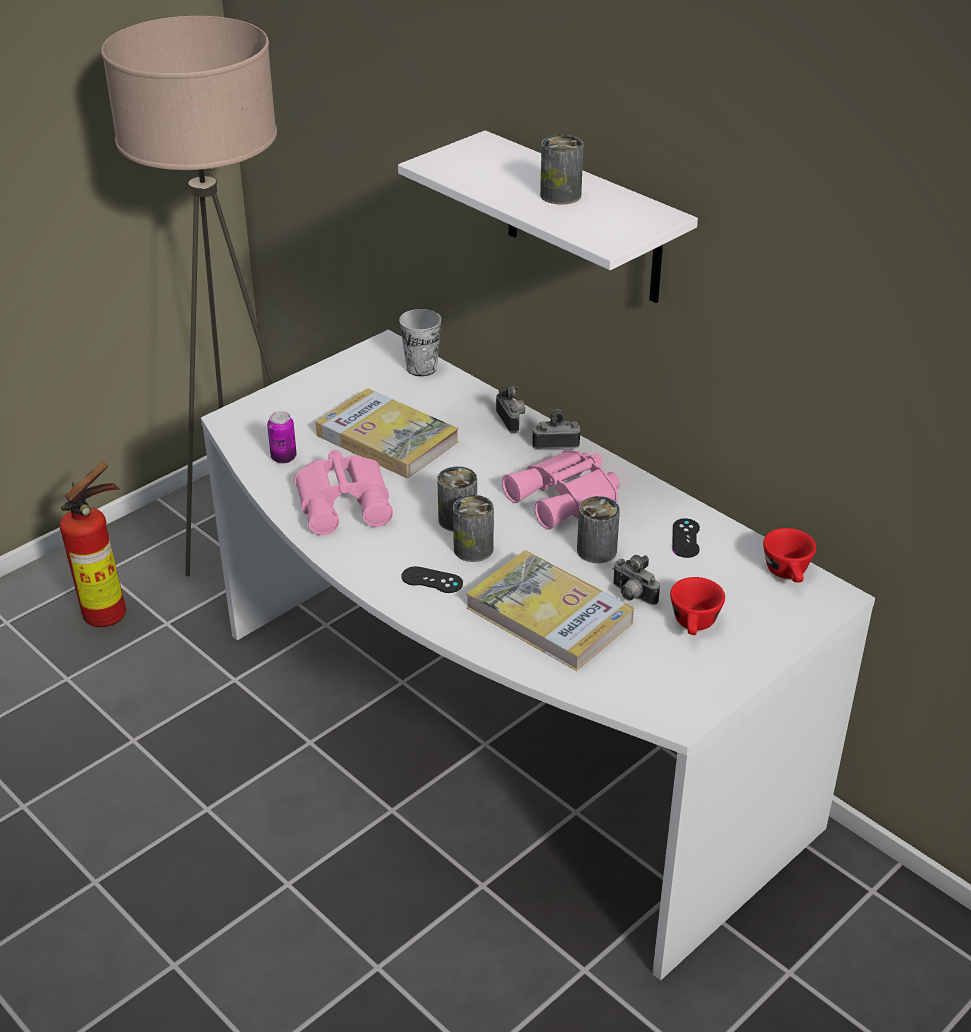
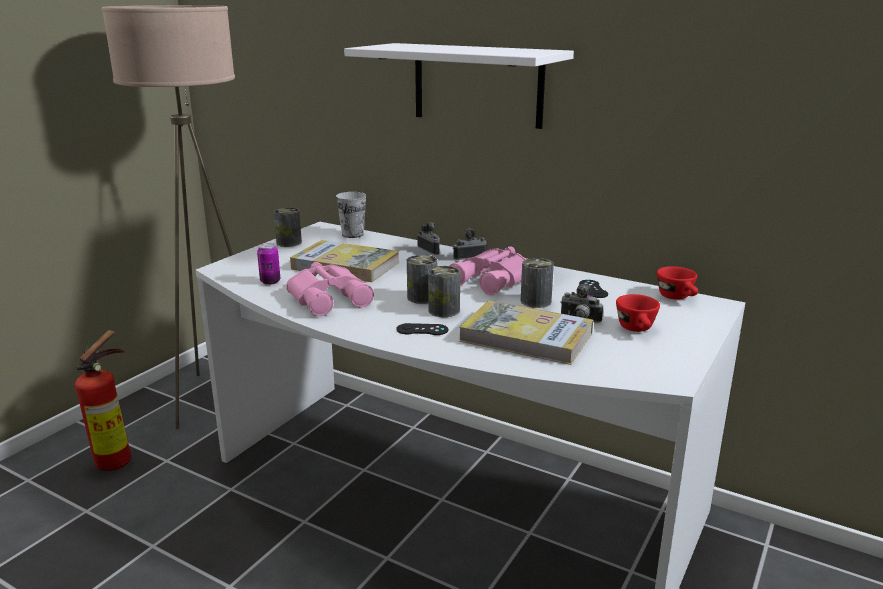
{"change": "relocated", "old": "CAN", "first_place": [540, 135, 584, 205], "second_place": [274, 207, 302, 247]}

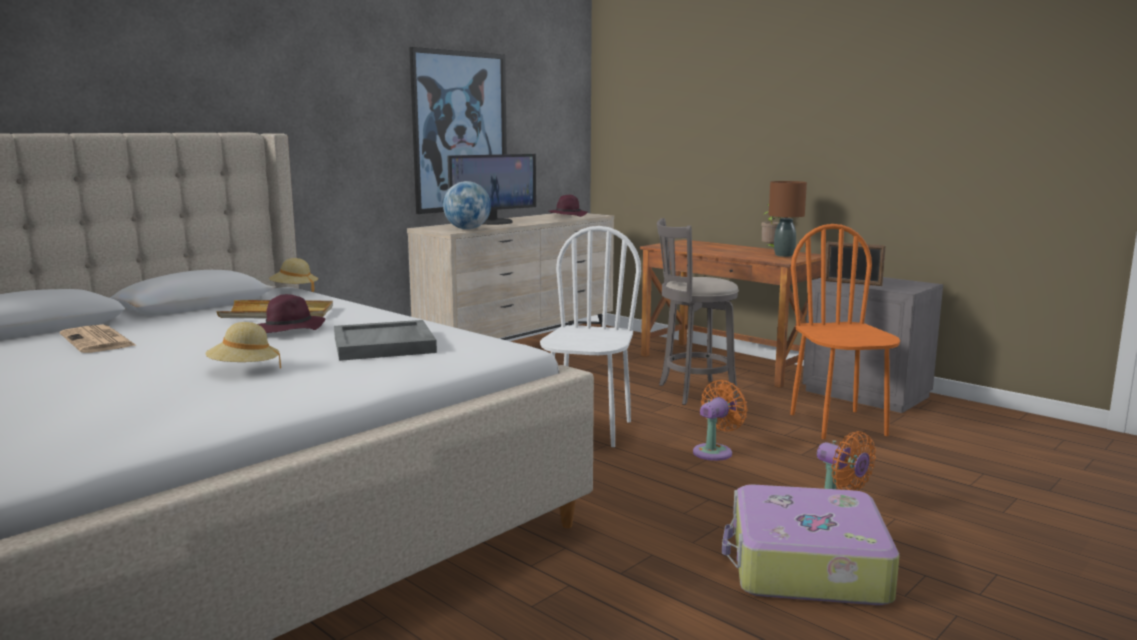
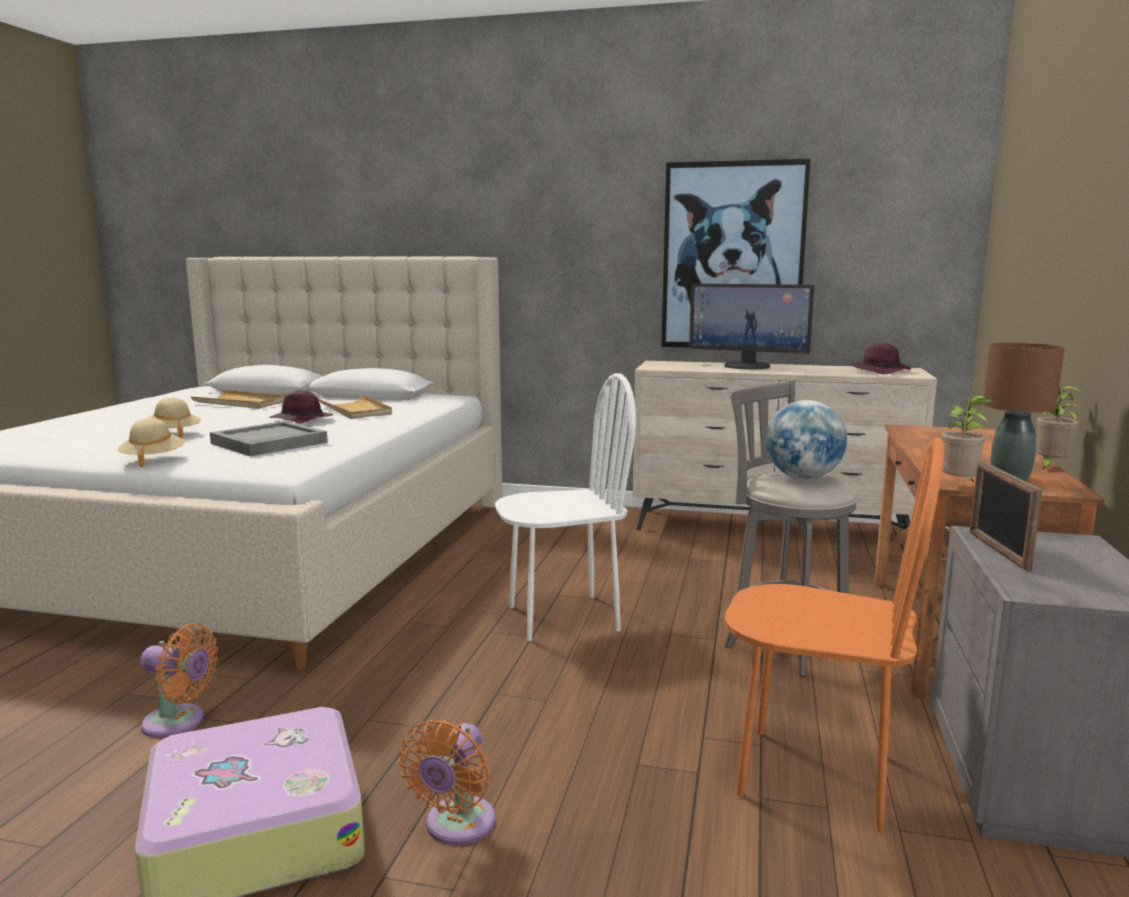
{"change": "exchanged", "old": "NEWSPAPER", "new": "BEIGE TRAY", "first_place": [60, 325, 137, 353], "second_place": [191, 390, 285, 409]}
{"change": "relocated", "old": "BEIGE HAT", "first_place": [269, 258, 318, 292], "second_place": [118, 418, 185, 468]}
{"change": "relocated", "old": "GLOBE", "first_place": [443, 181, 491, 230], "second_place": [765, 400, 847, 479]}
{"change": "relocated", "old": "ORANGE FAN", "first_place": [693, 380, 748, 461], "second_place": [140, 623, 218, 738]}
{"change": "spun", "old": "ORANGE CHAIR", "first_place": [790, 224, 900, 439], "second_place": [725, 438, 944, 833], "degrees": 60}
{"change": "appeared", "new": "POTTED PLANT", "second_place": [941, 396, 994, 482]}

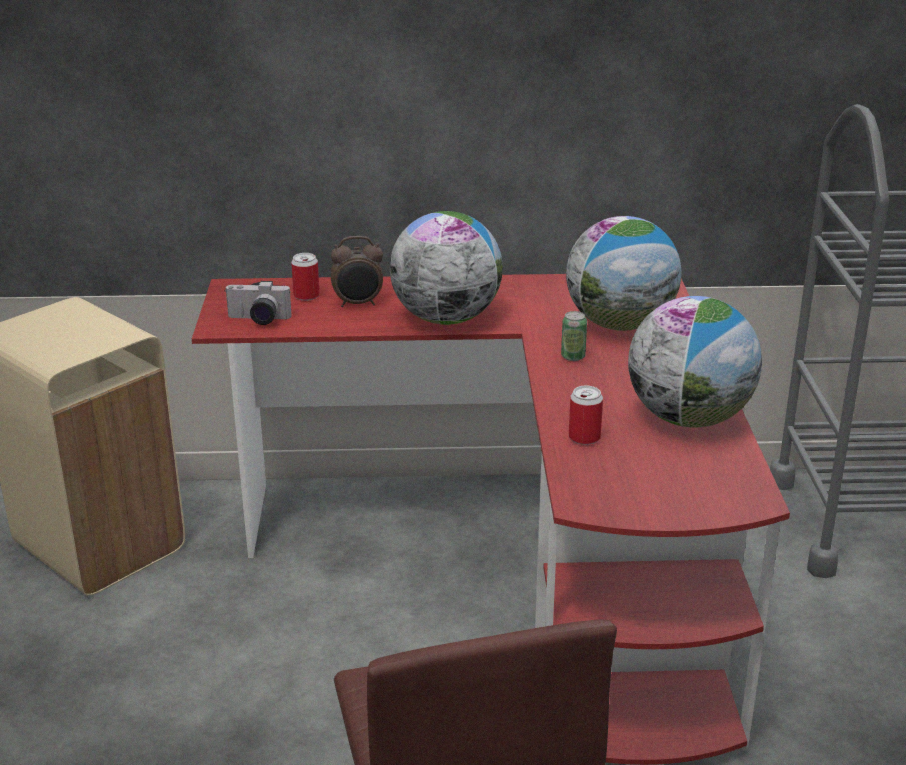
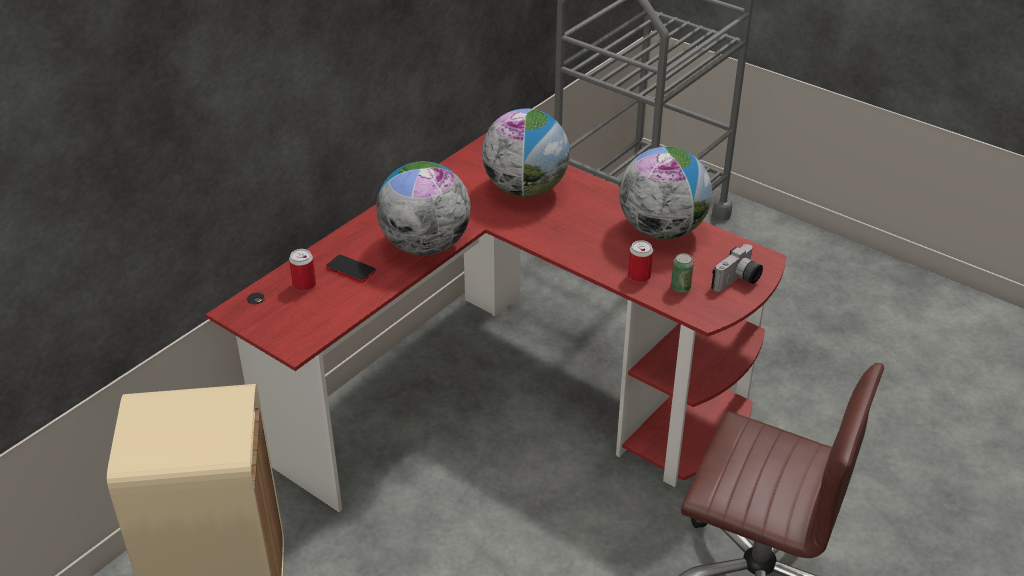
{"change": "relocated", "old": "PHOTO CAMERA", "first_place": [225, 281, 292, 325], "second_place": [711, 244, 763, 292]}
{"change": "exchanged", "old": "ALARM CLOCK", "new": "PHONE", "first_place": [331, 236, 383, 307], "second_place": [326, 255, 376, 282]}
{"change": "relocated", "old": "CAN", "first_place": [561, 311, 587, 361], "second_place": [671, 253, 694, 293]}

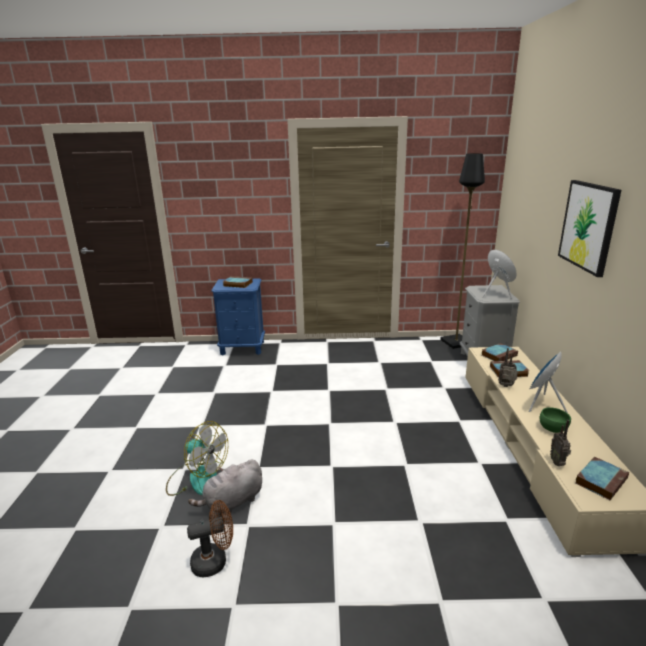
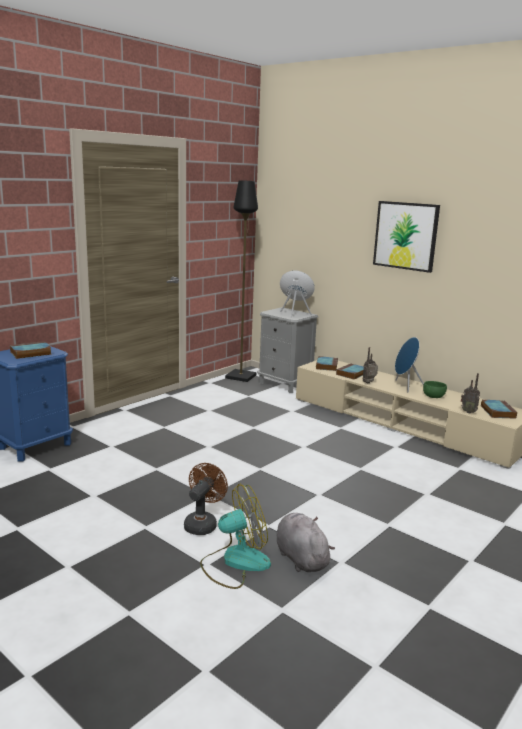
{"change": "relocated", "old": "BROWN FAN", "first_place": [187, 500, 233, 578], "second_place": [184, 463, 228, 535]}
{"change": "spun", "old": "GREY PLUSH TOY", "first_place": [188, 459, 262, 515], "second_place": [276, 513, 335, 572], "degrees": 150}

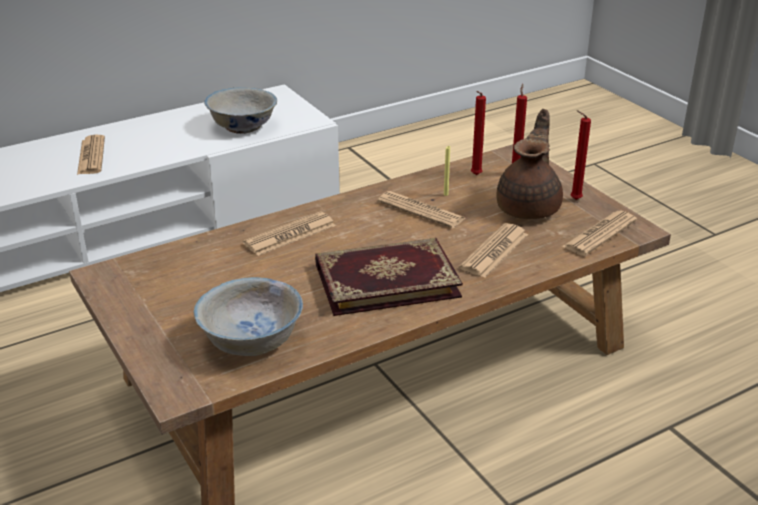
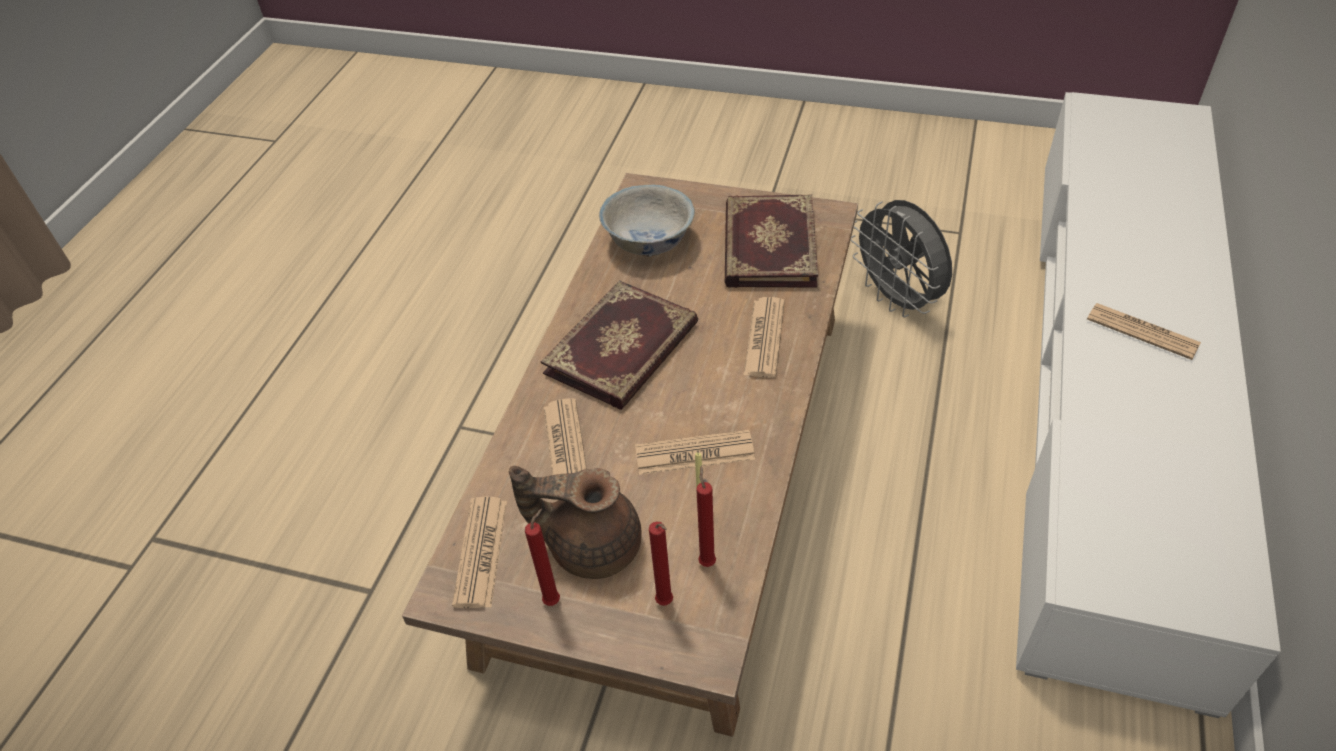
{"change": "missing", "old": "WHITE BOWL", "first_place": [204, 87, 277, 134]}
{"change": "spun", "old": "BROWN TEAPOT", "first_place": [496, 109, 563, 219], "second_place": [509, 466, 642, 579], "degrees": 120}
{"change": "appeared", "new": "BOOK", "second_place": [725, 195, 818, 288]}
{"change": "appeared", "new": "GREY FAN", "second_place": [851, 200, 952, 318]}

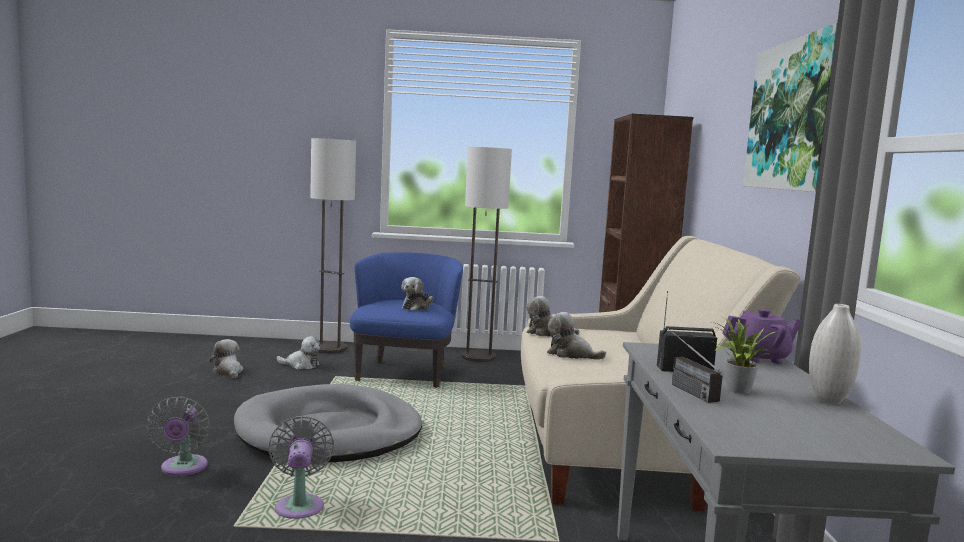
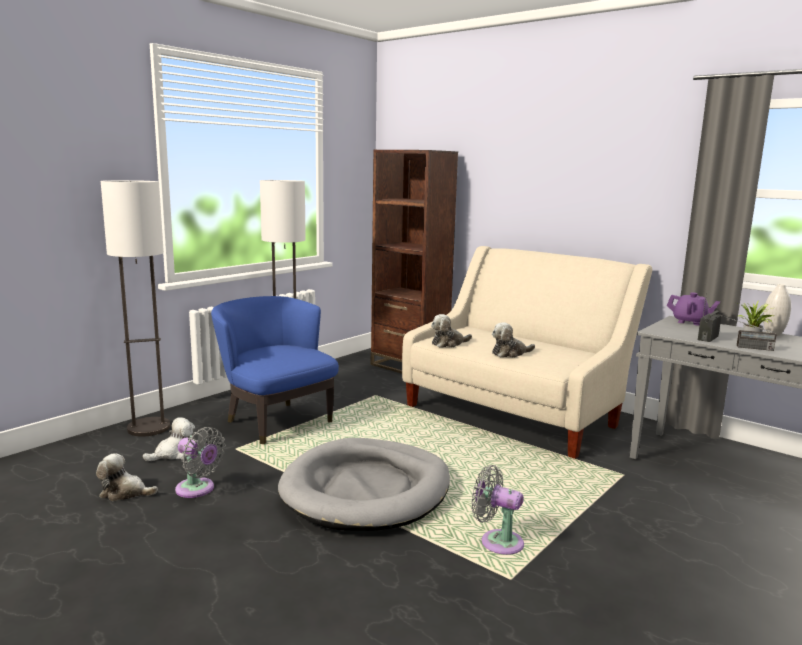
{"change": "relocated", "old": "GREY FAN", "first_place": [146, 397, 210, 476], "second_place": [175, 427, 226, 498]}
{"change": "missing", "old": "PLUSH TOY", "first_place": [401, 277, 433, 311]}
{"change": "spun", "old": "PURPLE TEAPOT", "first_place": [722, 309, 802, 364], "second_place": [667, 292, 720, 326], "degrees": 90}
{"change": "missing", "old": "PICTURE", "first_place": [743, 22, 837, 192]}

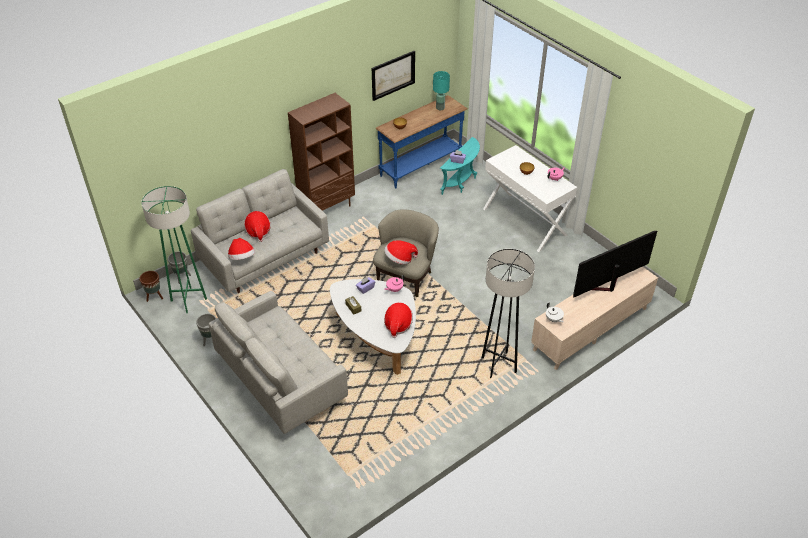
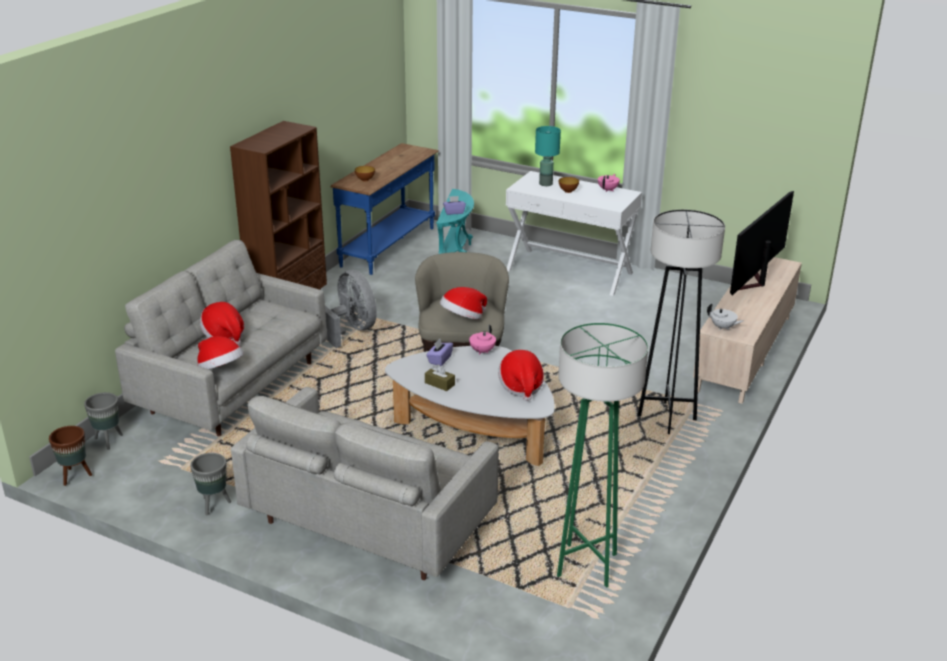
{"change": "relocated", "old": "GREEN FLOOR LAMP", "first_place": [141, 186, 207, 313], "second_place": [557, 323, 648, 588]}
{"change": "missing", "old": "PICTURE", "first_place": [372, 51, 415, 101]}
{"change": "relocated", "old": "TURQUOISE TABLE LAMP", "first_place": [433, 71, 450, 110], "second_place": [535, 126, 561, 186]}
{"change": "appeared", "new": "GREY FAN", "second_place": [325, 270, 377, 348]}

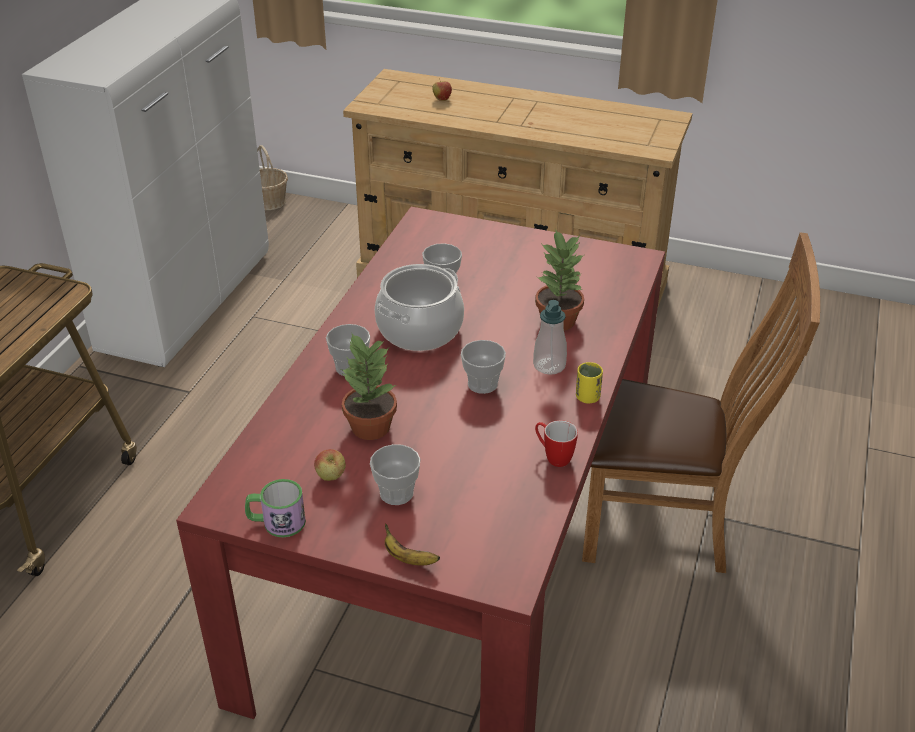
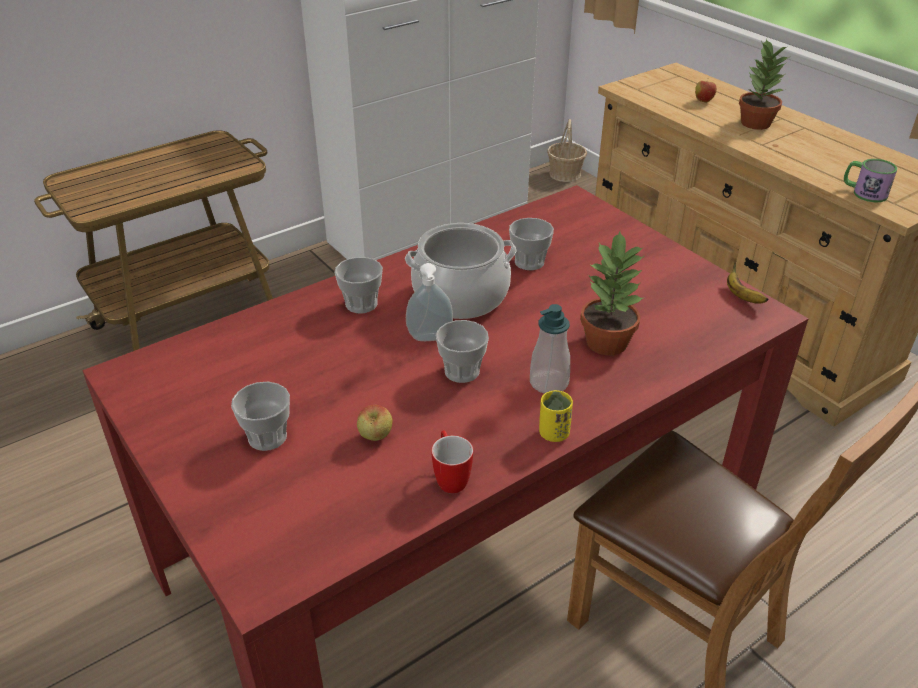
{"change": "relocated", "old": "MUG", "first_place": [245, 479, 306, 537], "second_place": [844, 159, 897, 203]}
{"change": "relocated", "old": "APPLE", "first_place": [314, 449, 346, 481], "second_place": [357, 405, 392, 441]}
{"change": "relocated", "old": "POTTED PLANT", "first_place": [341, 334, 397, 440], "second_place": [739, 39, 789, 130]}
{"change": "relocated", "old": "BANANA", "first_place": [385, 523, 440, 565], "second_place": [727, 263, 769, 304]}
{"change": "appeared", "new": "SOAP DISPENSER", "second_place": [406, 263, 453, 341]}

